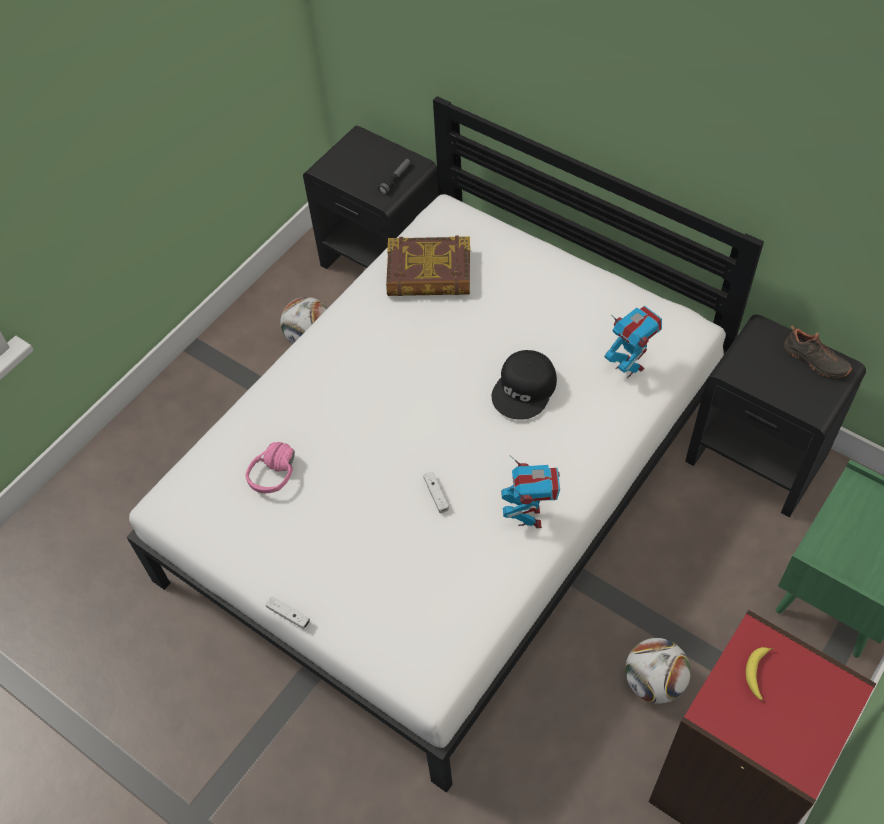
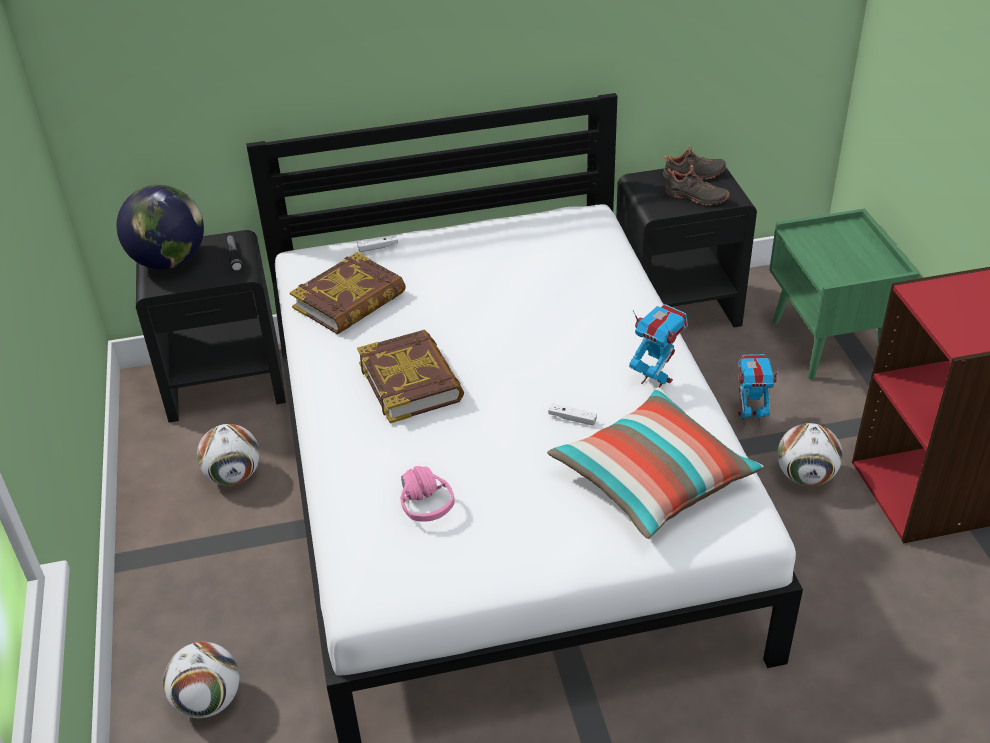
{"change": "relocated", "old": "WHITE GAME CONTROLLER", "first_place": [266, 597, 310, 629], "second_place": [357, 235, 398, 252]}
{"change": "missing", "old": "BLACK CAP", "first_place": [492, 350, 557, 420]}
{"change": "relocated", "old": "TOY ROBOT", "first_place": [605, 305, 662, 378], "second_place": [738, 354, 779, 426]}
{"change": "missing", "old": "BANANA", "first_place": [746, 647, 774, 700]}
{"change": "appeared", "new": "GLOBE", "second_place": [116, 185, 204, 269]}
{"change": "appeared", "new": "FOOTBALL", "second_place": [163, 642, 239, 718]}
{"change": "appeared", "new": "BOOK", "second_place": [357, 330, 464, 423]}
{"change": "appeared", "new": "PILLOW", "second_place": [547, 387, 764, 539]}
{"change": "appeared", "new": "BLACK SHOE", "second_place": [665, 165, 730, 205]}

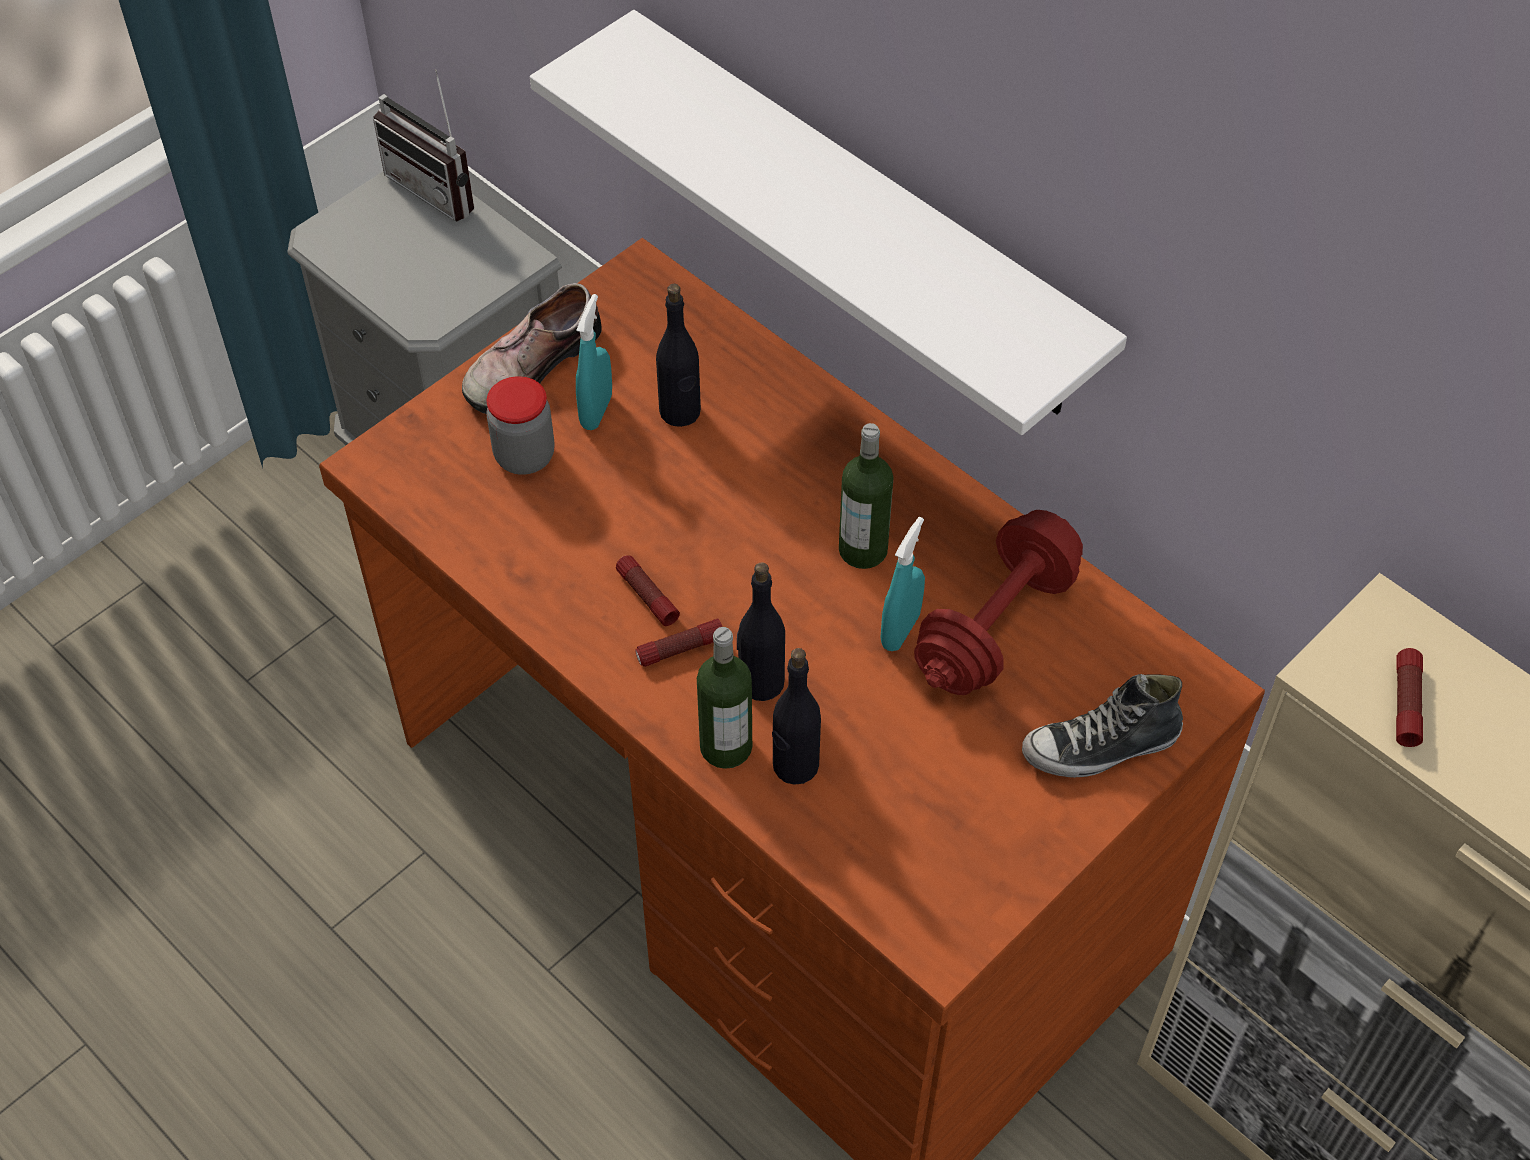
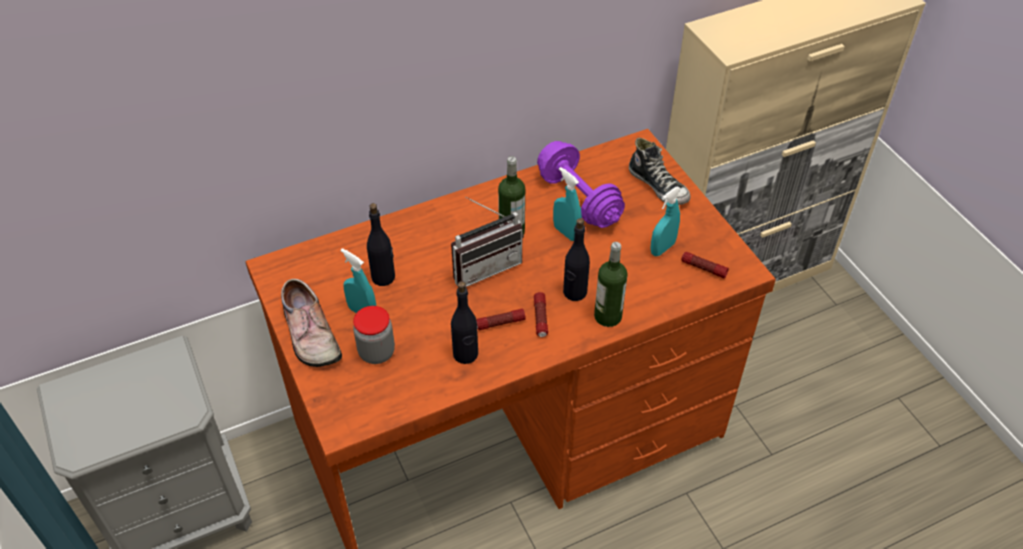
{"change": "relocated", "old": "RADIO", "first_place": [373, 69, 474, 221], "second_place": [451, 197, 524, 287]}
{"change": "missing", "old": "WHITE SHELF", "first_place": [530, 10, 1127, 435]}
{"change": "relocated", "old": "BLACK BOTTLE", "first_place": [772, 648, 821, 785], "second_place": [451, 281, 478, 364]}
{"change": "colour", "old": "RED DUMBBELL", "new": "PURPLE DUMBBELL", "first_place": [914, 510, 1083, 695], "second_place": [537, 141, 625, 228]}
{"change": "spun", "old": "SHOE", "first_place": [1022, 674, 1183, 778], "second_place": [629, 138, 691, 205], "degrees": -45}
{"change": "relocated", "old": "FLASHLIGHT", "first_place": [1396, 648, 1423, 747], "second_place": [681, 252, 729, 278]}
{"change": "appeared", "new": "TURQUOISE SPRAY BOTTLE", "second_place": [650, 186, 681, 256]}

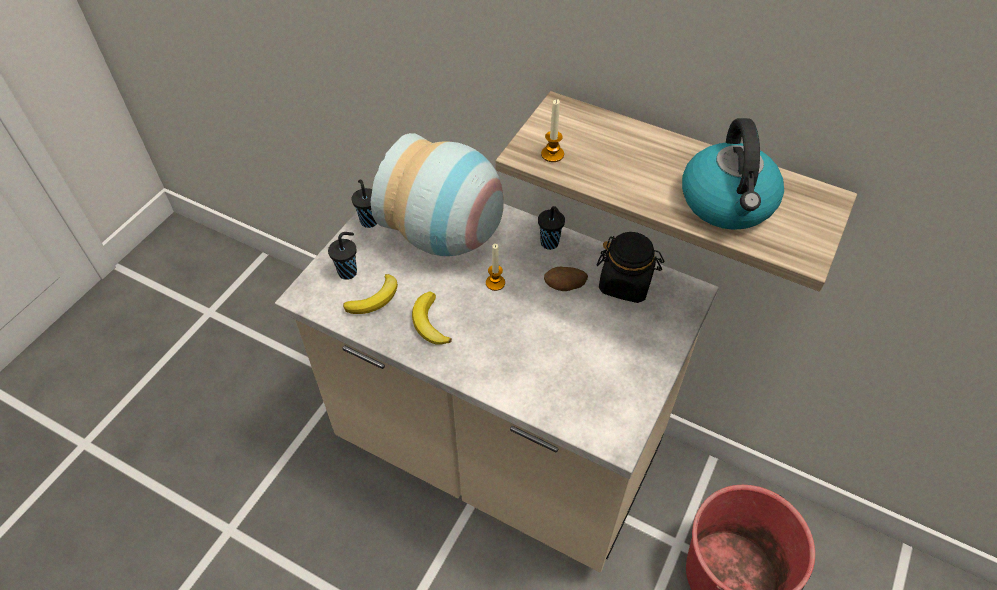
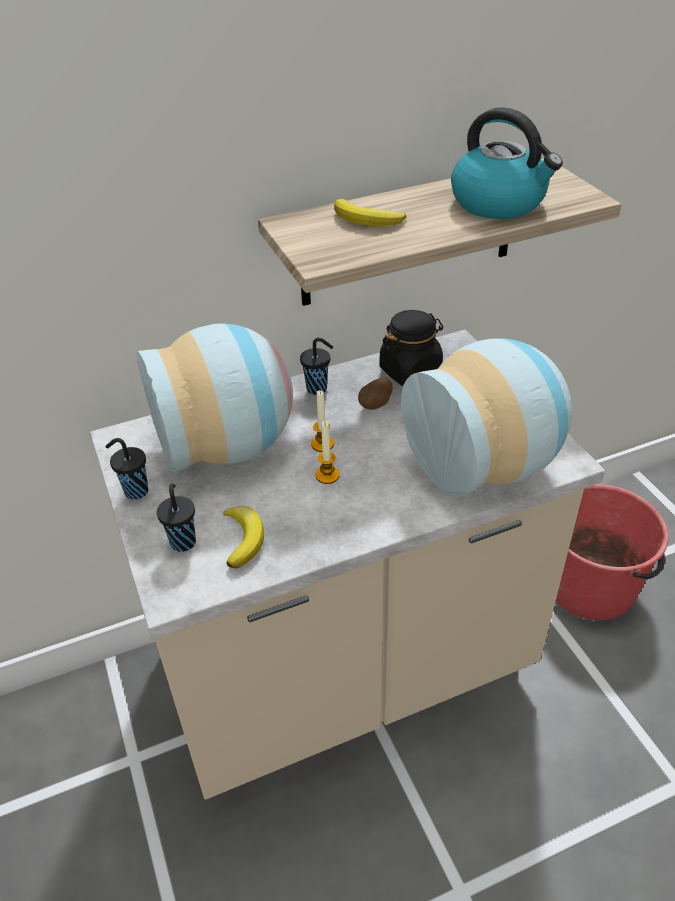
{"change": "relocated", "old": "BANANA", "first_place": [412, 291, 452, 345], "second_place": [334, 199, 406, 226]}
{"change": "relocated", "old": "CANDLE", "first_place": [541, 99, 564, 162], "second_place": [316, 421, 340, 484]}
{"change": "appeared", "new": "VASE", "second_place": [401, 338, 572, 498]}

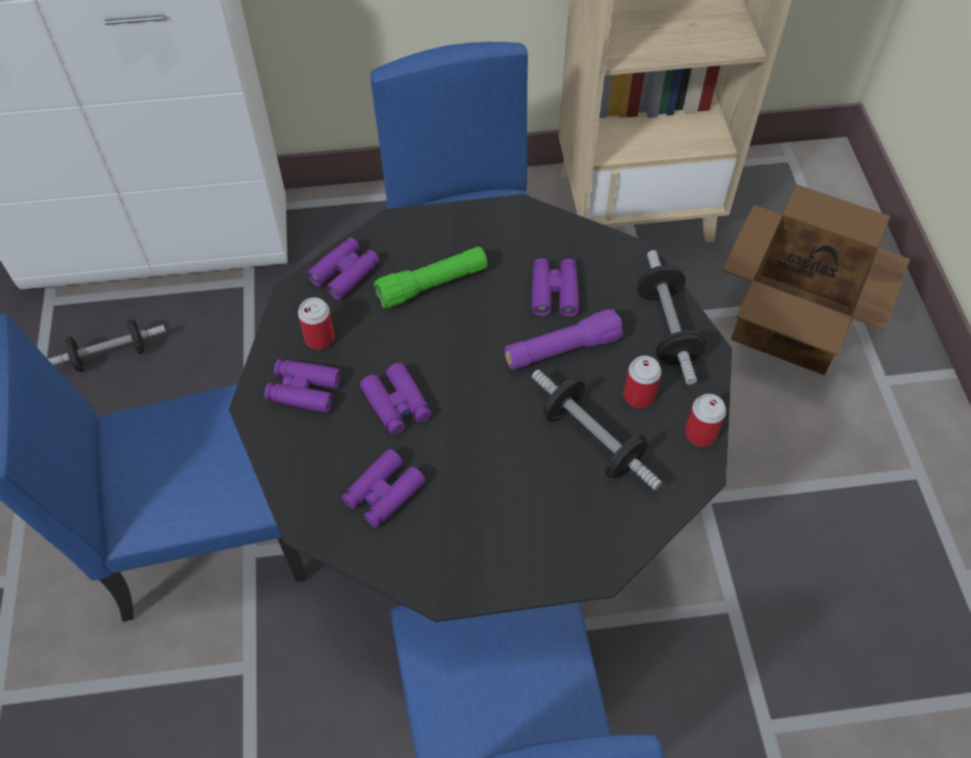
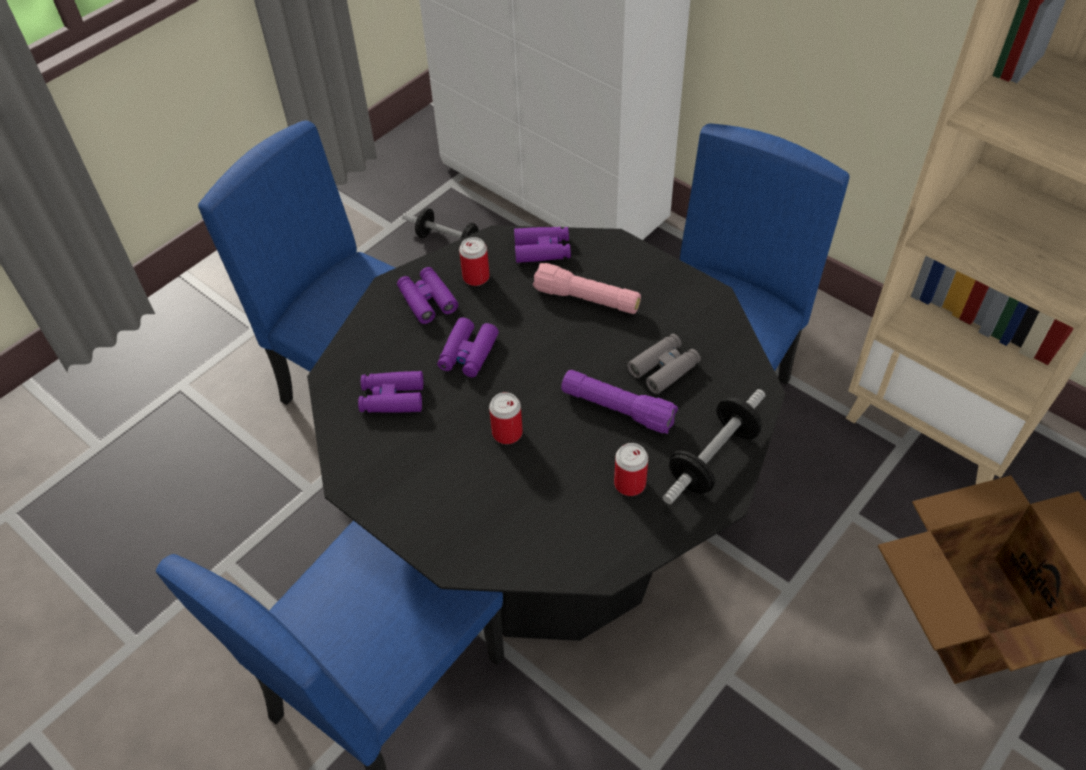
{"change": "colour", "old": "GREEN FLASHLIGHT", "new": "PINK FLASHLIGHT", "first_place": [374, 247, 488, 308], "second_place": [533, 263, 641, 314]}
{"change": "colour", "old": "PURPLE BINOCULARS", "new": "GREY BINOCULARS", "first_place": [532, 258, 579, 317], "second_place": [627, 334, 701, 394]}
{"change": "missing", "old": "DUMBBELL", "first_place": [532, 369, 662, 490]}
{"change": "relocated", "old": "CAN", "first_place": [685, 394, 726, 447], "second_place": [489, 392, 523, 444]}

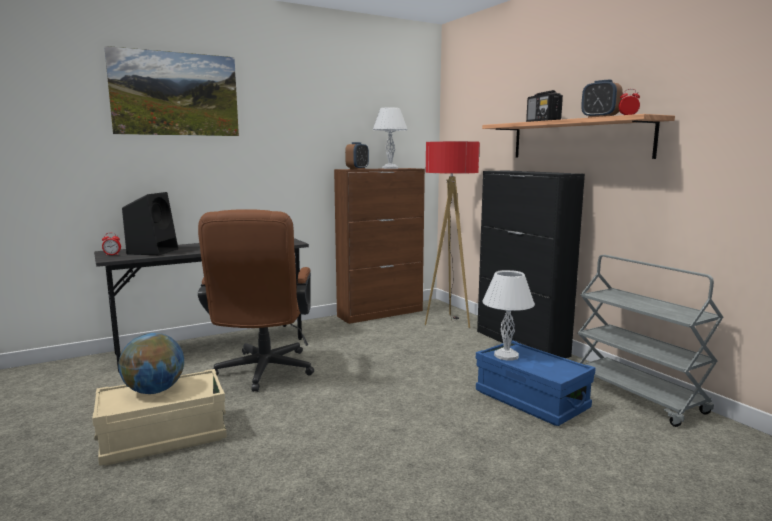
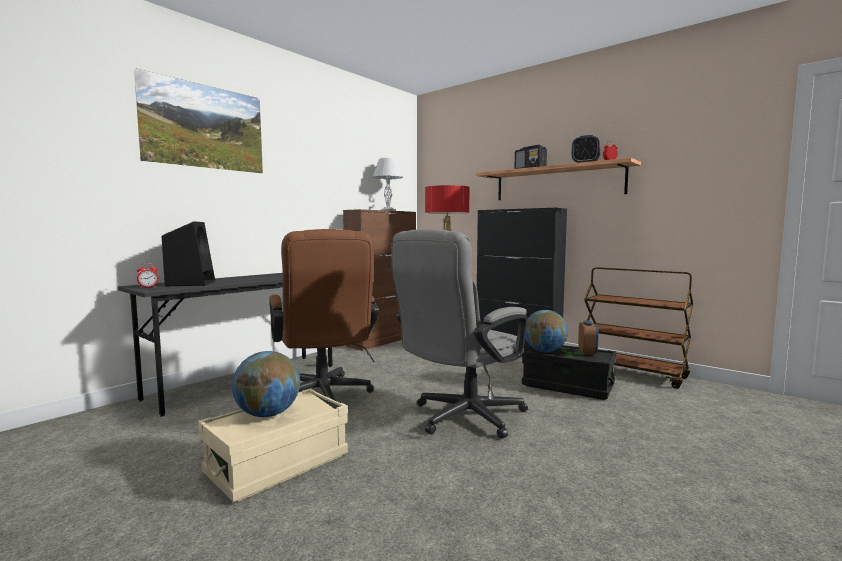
{"change": "relocated", "old": "ALARM CLOCK", "first_place": [345, 142, 369, 170], "second_place": [578, 321, 599, 355]}
{"change": "colour", "old": "BLUE STORAGE BOX", "new": "BLACK STORAGE BOX", "first_place": [476, 340, 596, 426], "second_place": [522, 345, 616, 400]}
{"change": "exchanged", "old": "WHITE TABLE LAMP", "new": "GLOBE", "first_place": [482, 270, 535, 361], "second_place": [525, 310, 568, 353]}
{"change": "colour", "old": "GREY CART", "new": "BROWN CART", "first_place": [578, 255, 723, 427], "second_place": [584, 267, 693, 389]}
{"change": "appeared", "new": "GREY OFFICE CHAIR", "second_place": [391, 229, 528, 439]}

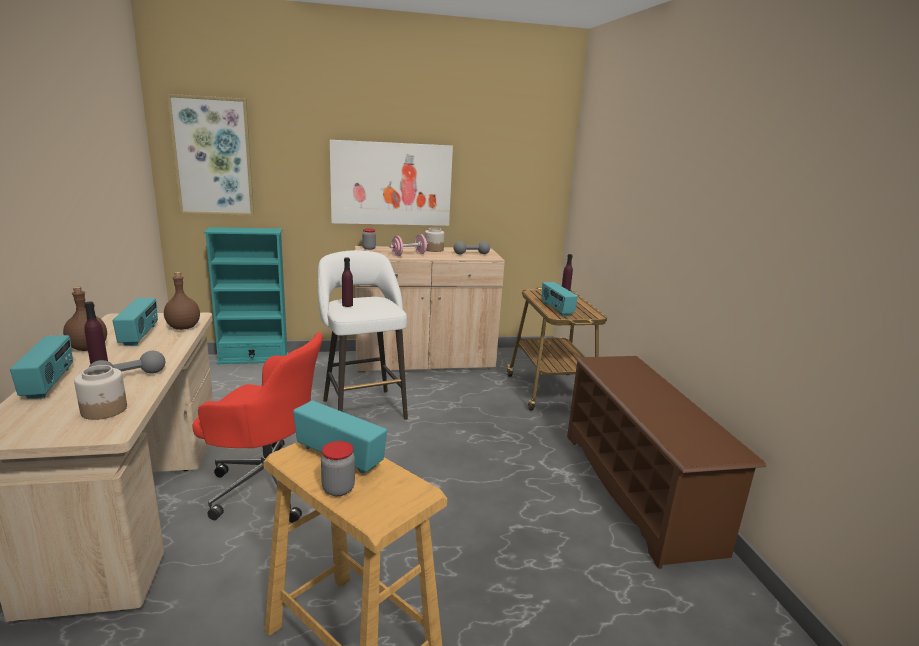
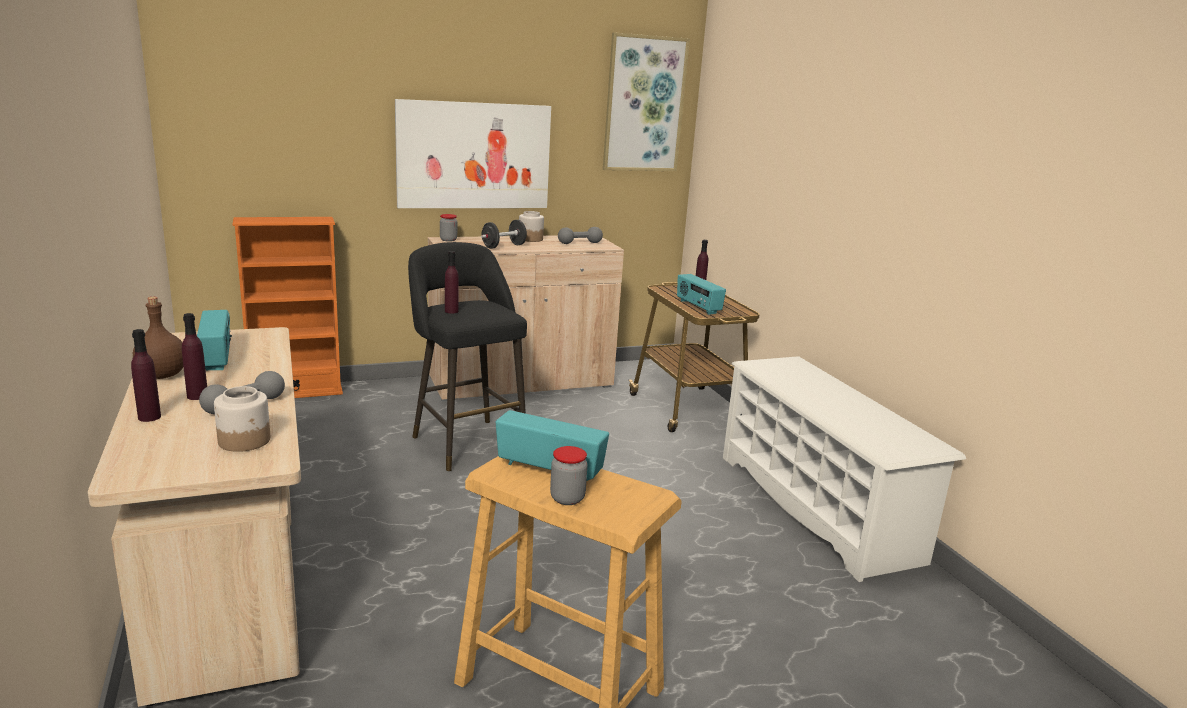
{"change": "exchanged", "old": "RADIO", "new": "PURPLE BOTTLE", "first_place": [10, 335, 73, 399], "second_place": [131, 329, 161, 422]}
{"change": "missing", "old": "BROWN BOTTLE", "first_place": [164, 272, 200, 330]}
{"change": "relocated", "old": "PICTURE", "first_place": [167, 94, 254, 216], "second_place": [603, 32, 690, 171]}
{"change": "missing", "old": "RED OFFICE CHAIR", "first_place": [192, 332, 323, 523]}
{"change": "colour", "old": "TURQUOISE BOOKCASE", "new": "ORANGE BOOKCASE", "first_place": [204, 227, 289, 364], "second_place": [233, 217, 343, 398]}
{"change": "colour", "old": "WHITE STOOL", "new": "BLACK STOOL", "first_place": [318, 250, 408, 420], "second_place": [408, 242, 527, 471]}
{"change": "colour", "old": "PINK DUMBBELL", "new": "BLACK DUMBBELL", "first_place": [389, 234, 428, 256], "second_place": [481, 220, 527, 249]}
{"change": "colour", "old": "BROWN SHOE RACK", "new": "WHITE SHOE RACK", "first_place": [567, 356, 766, 569], "second_place": [723, 356, 966, 582]}

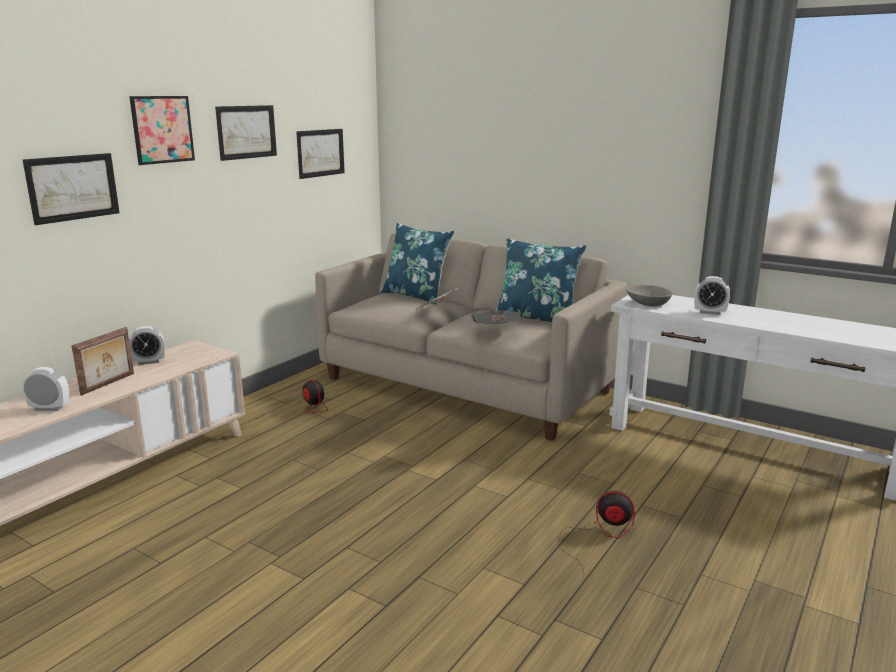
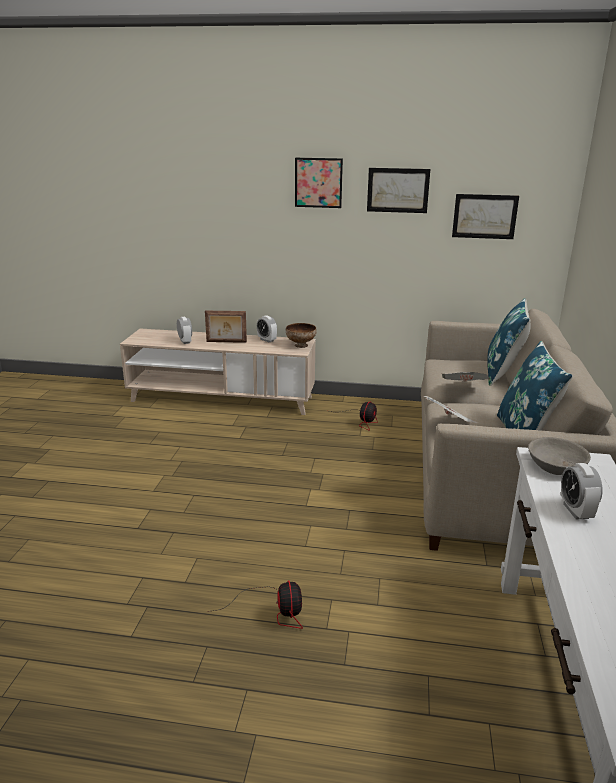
{"change": "missing", "old": "PICTURE", "first_place": [23, 153, 119, 225]}
{"change": "appeared", "new": "BOWL", "second_place": [286, 323, 316, 348]}

